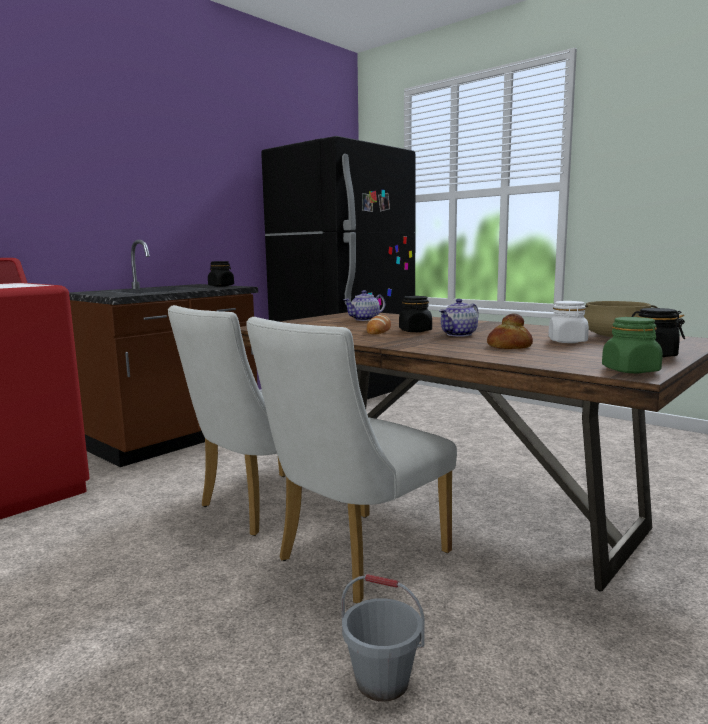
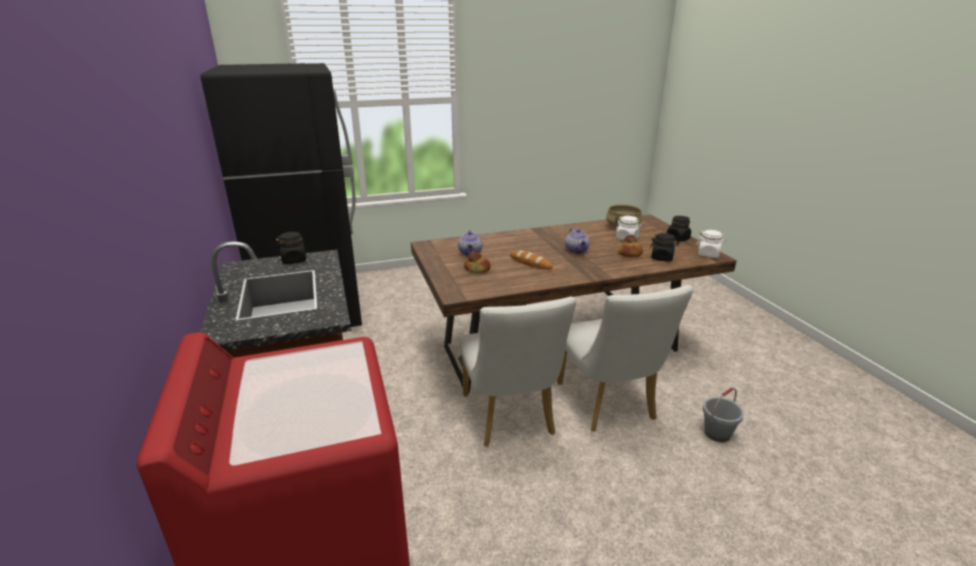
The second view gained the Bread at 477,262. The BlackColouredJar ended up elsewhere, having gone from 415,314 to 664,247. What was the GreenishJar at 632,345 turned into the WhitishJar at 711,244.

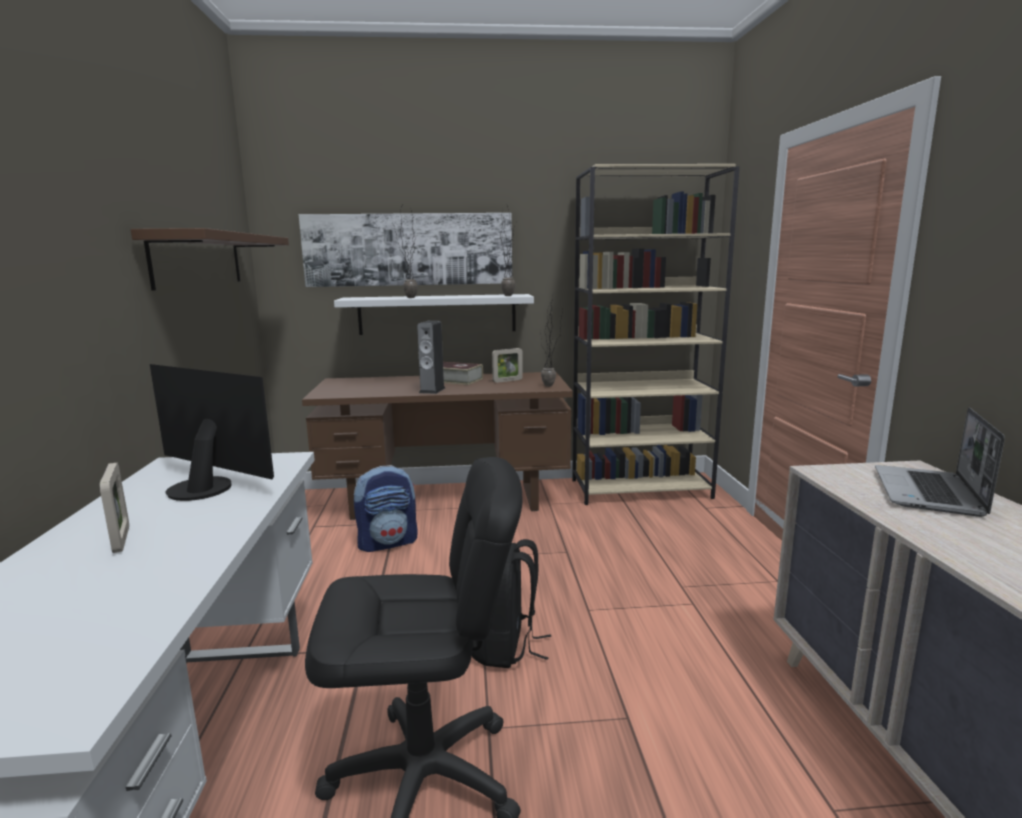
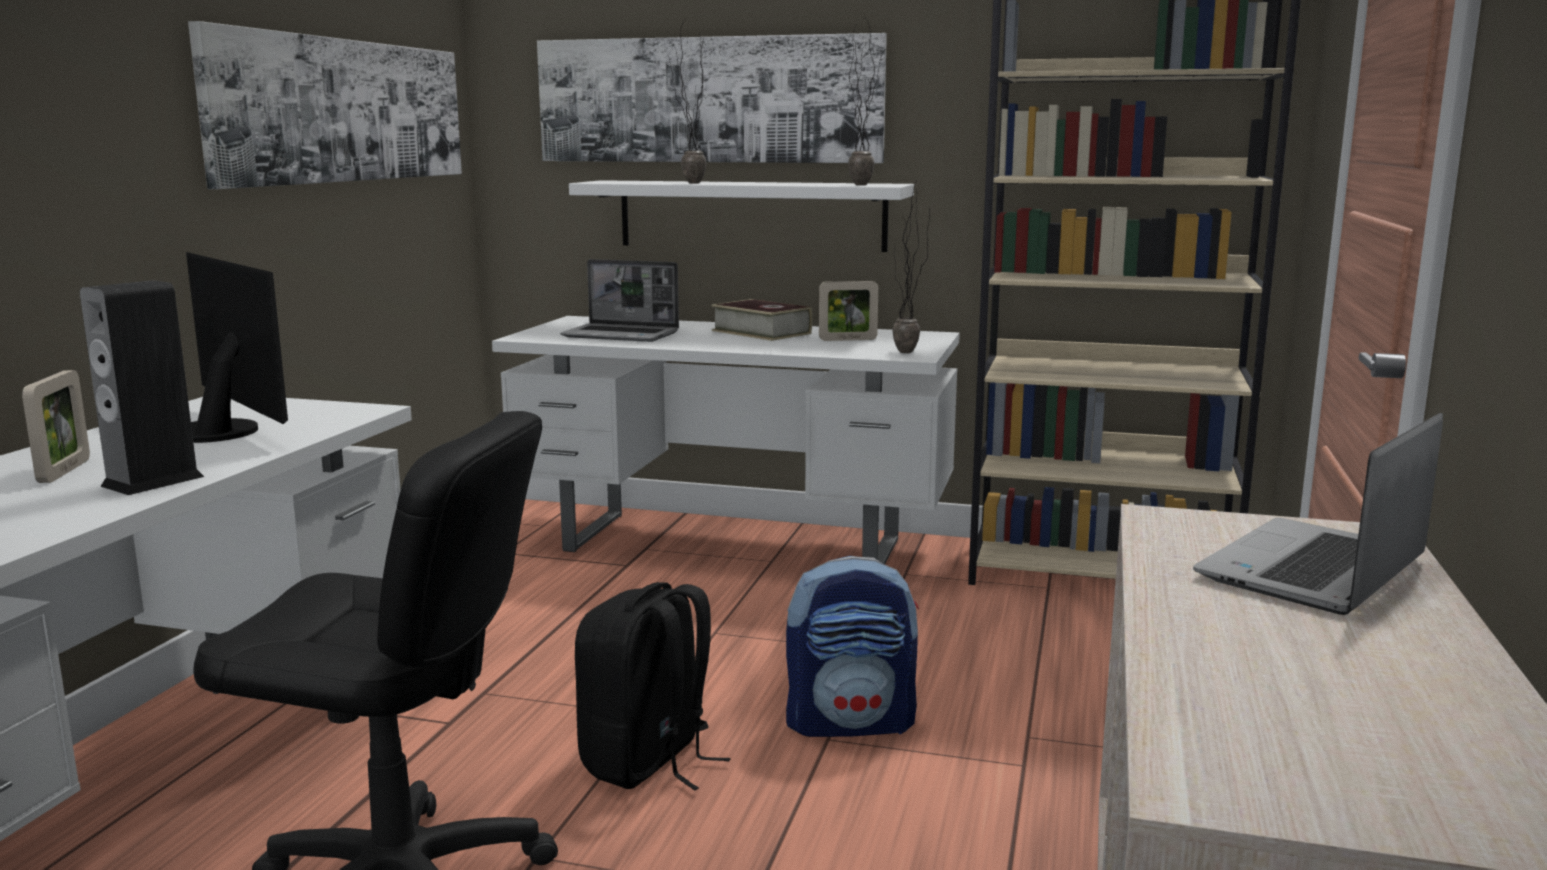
The Speaker ended up elsewhere, having gone from 431,357 to 142,387. Where the BrownColouredWallShelf hung at 210,259, the WallPicture came to hang at 325,105. What was the BrownColouredDeskTable at 437,446 turned into the WhitishDeskTable at 726,440. The second view gained the NotebookComputer at 619,300. The Knapsack ended up elsewhere, having gone from 386,508 to 852,646.

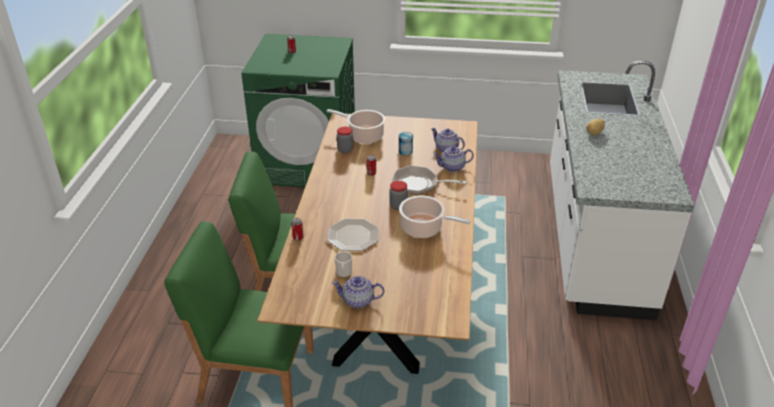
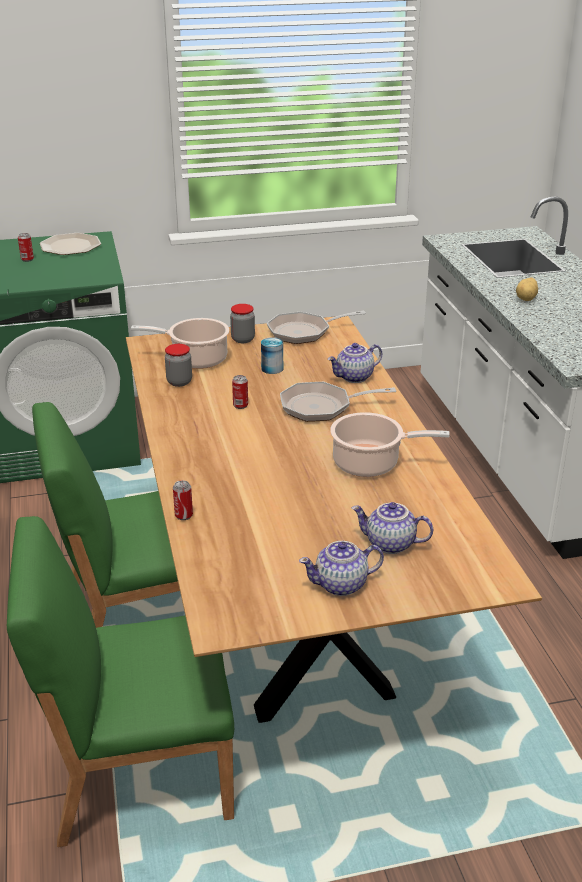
The DinnerPlate ended up elsewhere, having gone from 353,235 to 70,244. The Jar ended up elsewhere, having gone from 398,195 to 242,323. The second view gained the Pan at 316,327. The PotForTea ended up elsewhere, having gone from 448,140 to 392,528. The second view lost the TeaMug at 343,264.

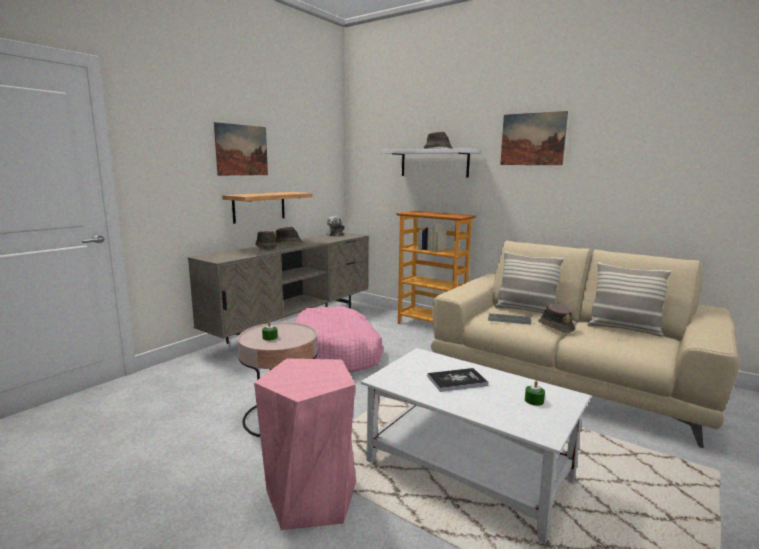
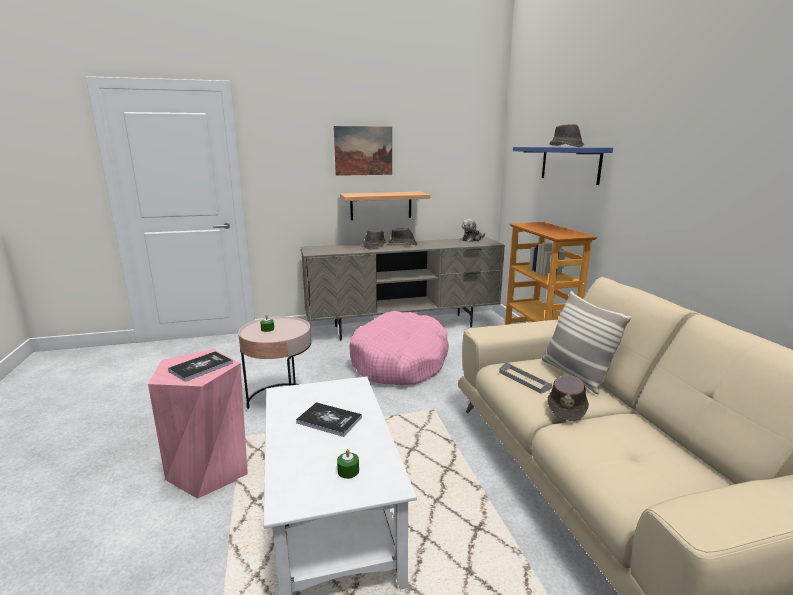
The second view gained the BoundBook at 200,366. What was the WhitishWallShelf at 430,162 turned into the BluishWallShelf at 563,166. The second view lost the WallPicture at 534,138. The second view lost the Pillow at 629,299.

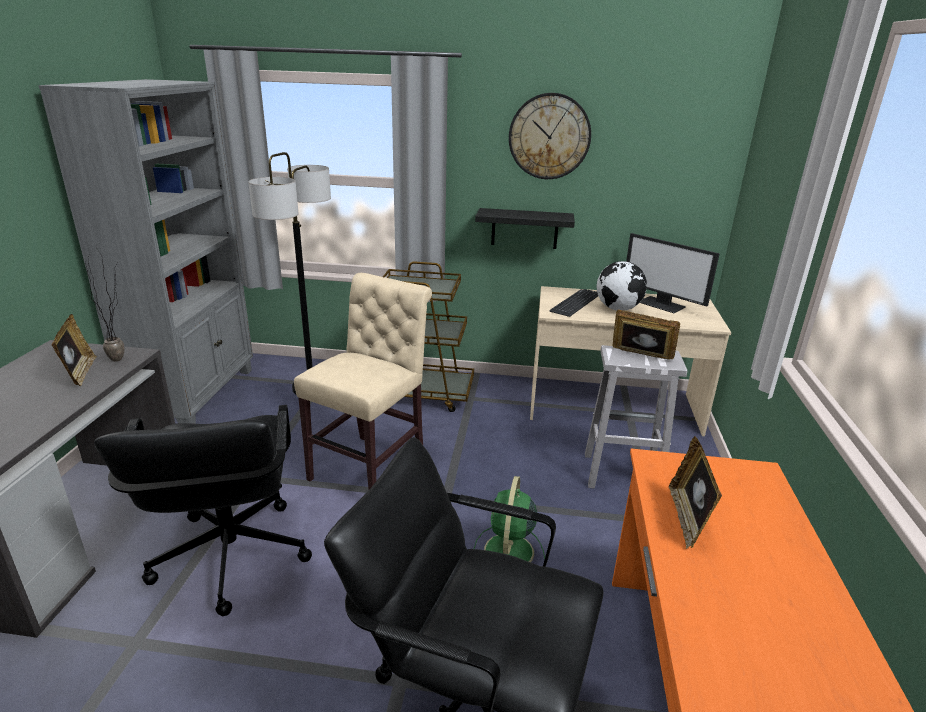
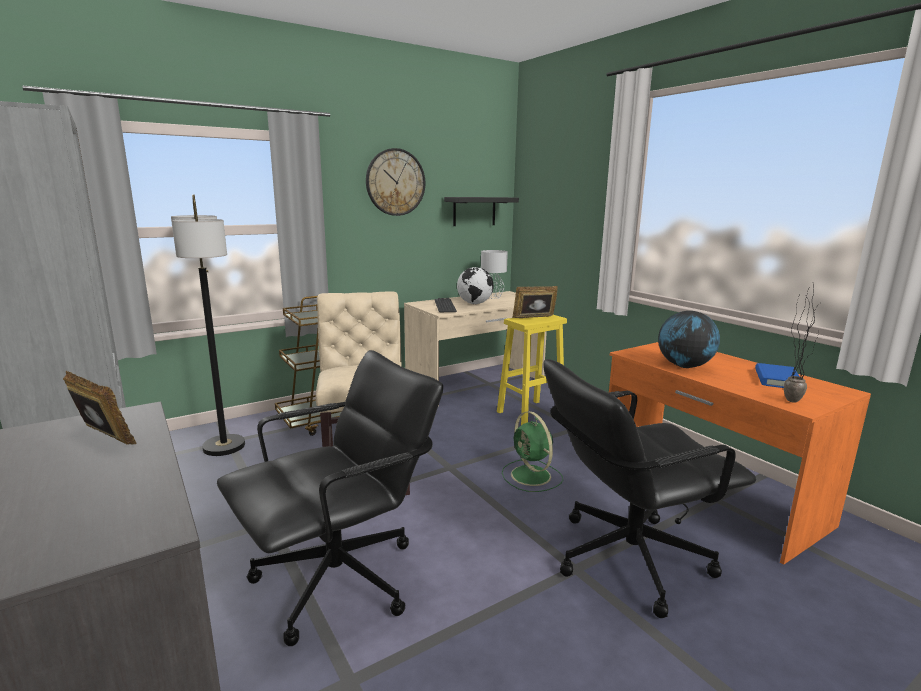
The BlackColouredDeskChair at 203,510 ended up facing another way, 75 degrees counterclockwise from before. The BlackColouredWallShelf ended up elsewhere, having gone from 525,228 to 481,211. Where the ComputerScreen stood at 673,273, the GrayTableLamp came to stand at 494,274. What was the WhitishStoolSeat at 636,416 turned into the YellowishStoolSeat at 532,370. Where the PictureFrame stood at 695,492, the DeskGlobe came to stand at 689,339. The second view gained the BluishBoundBook at 777,375. The PottedPlant ended up elsewhere, having gone from 105,305 to 801,343.

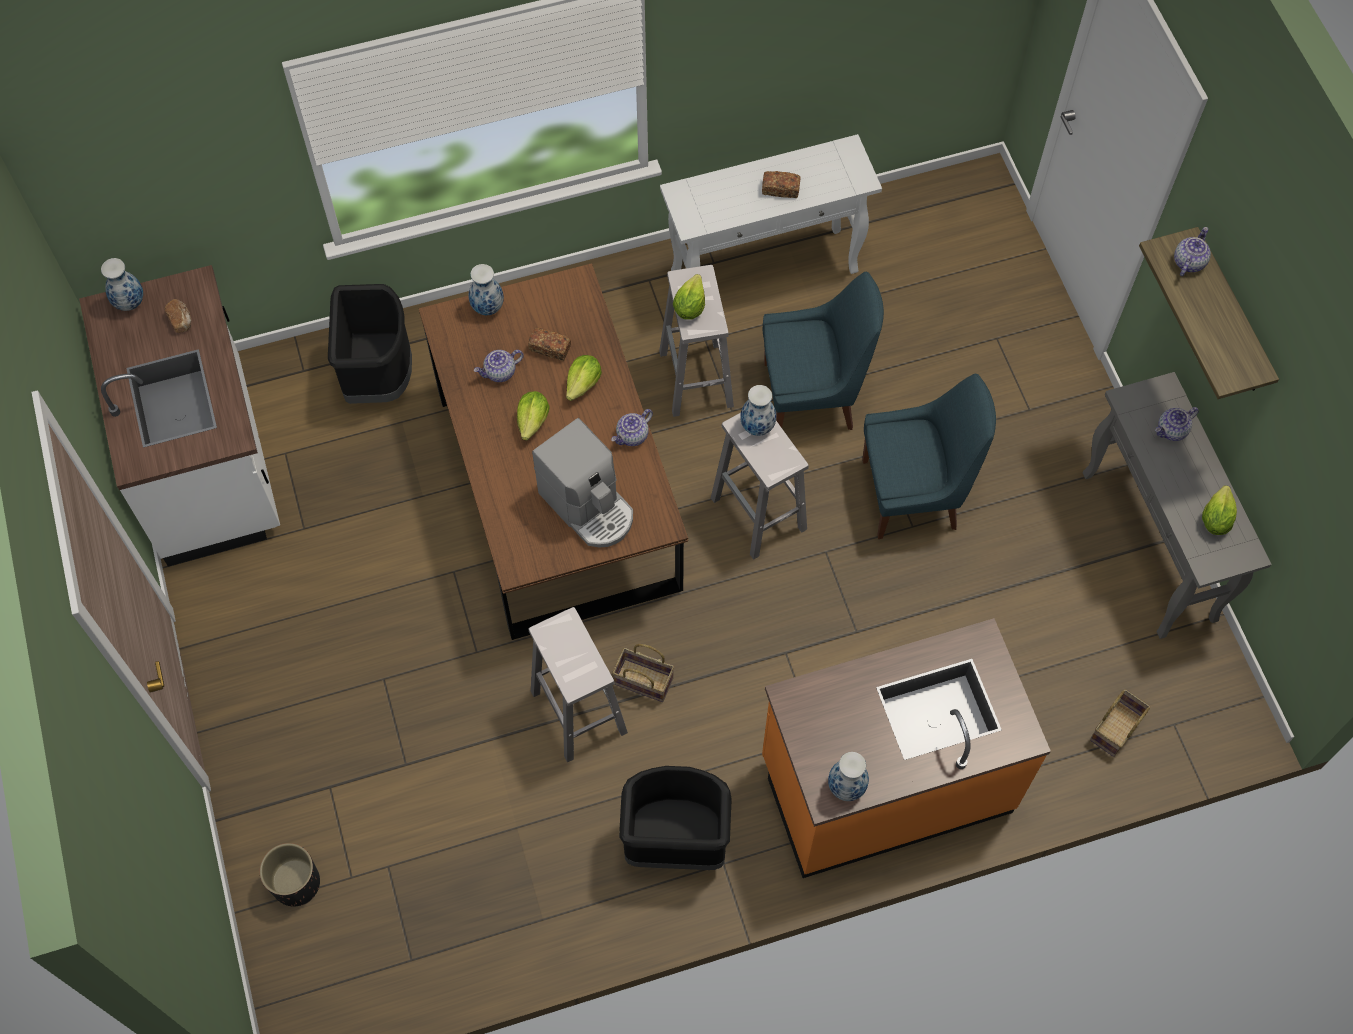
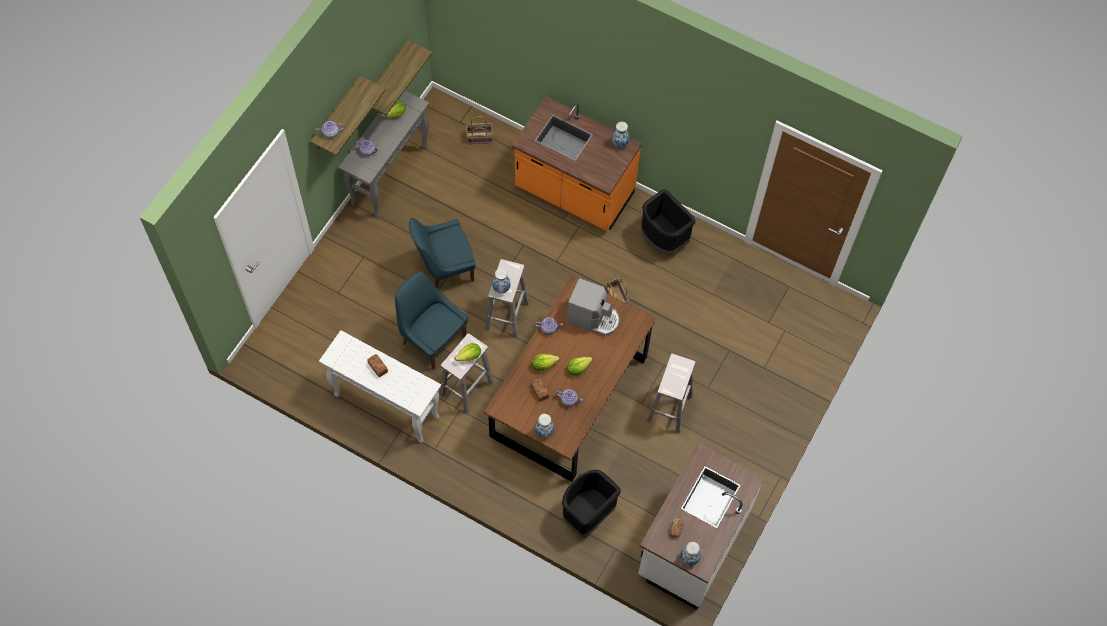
The second view gained the WallShelf at 402,78. The BluishChair at 929,456 ended up facing another way, 60 degrees counterclockwise from before. The CoffeeMachine at 582,483 ended up facing another way, 105 degrees clockwise from before. The WhitishStoolSeat ended up elsewhere, having gone from 578,685 to 671,393. The second view lost the BlackColouredPlantPot at 290,875.

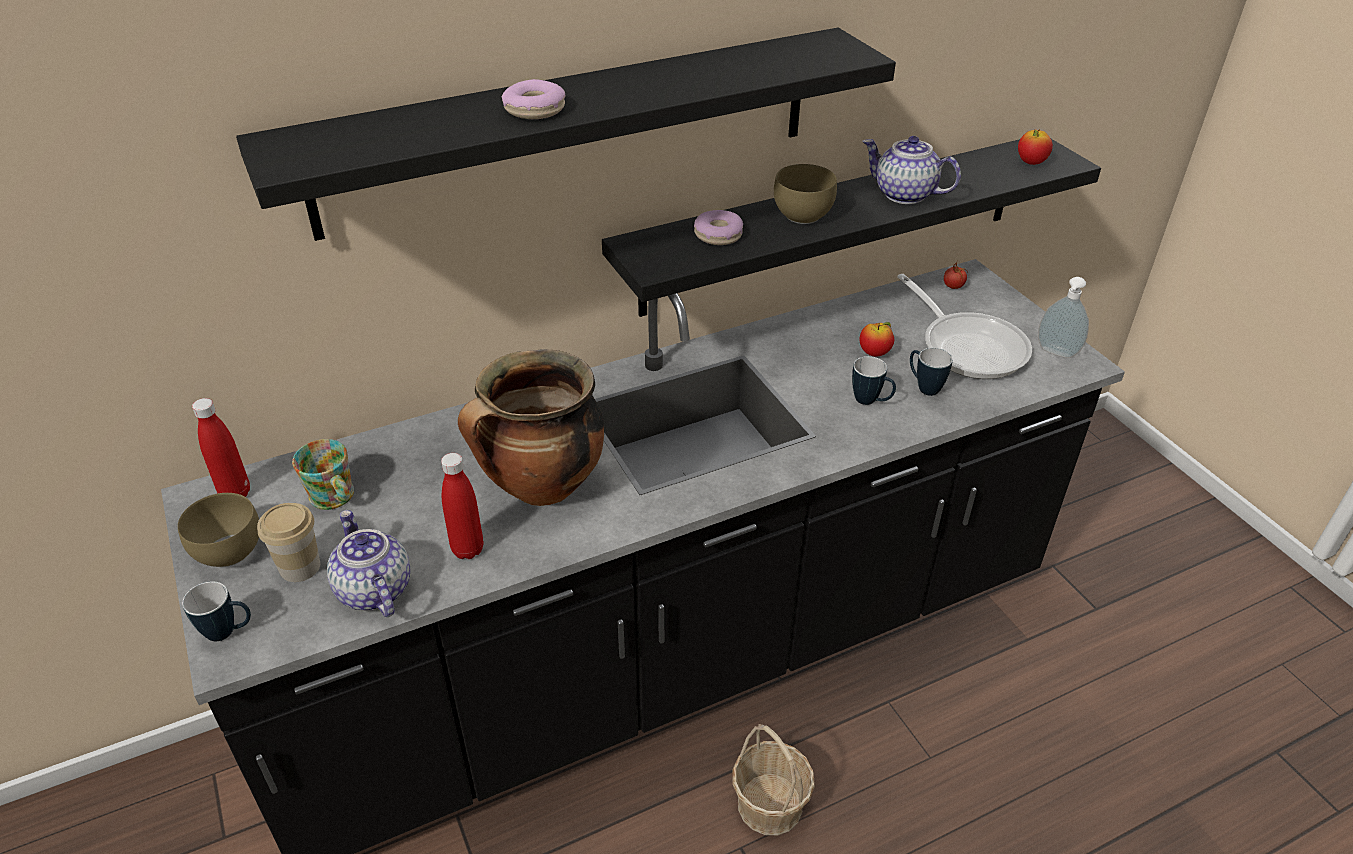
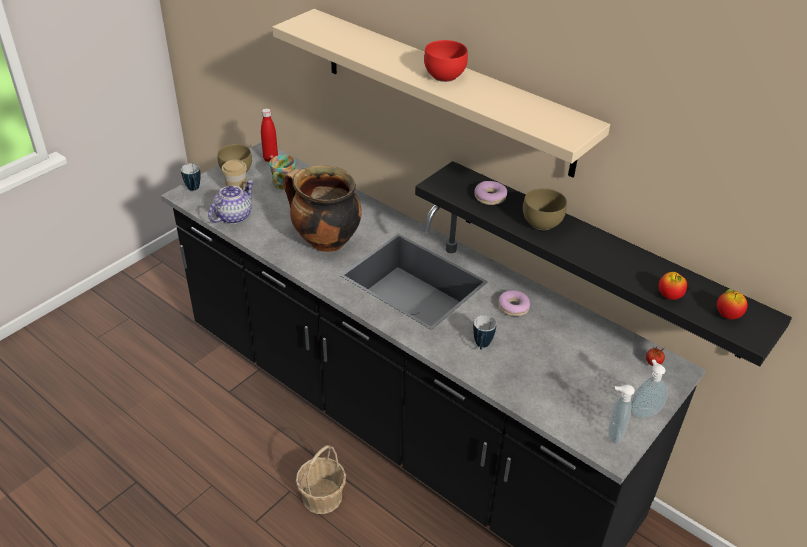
What was the BlackColouredWallShelf at 566,134 turned into the BeigeColouredWallShelf at 441,93. The second view gained the ReddishDeepDish at 446,61. The Donut ended up elsewhere, having gone from 533,99 to 514,303. The second view gained the SoapBottle at 649,388. The WholeApple ended up elsewhere, having gone from 877,339 to 673,286. The second view lost the ReddishDrinkBottle at 462,506. The second view lost the PotForTea at 912,170. The second view lost the Pan at 964,326. The second view lost the TeaMug at 931,372.

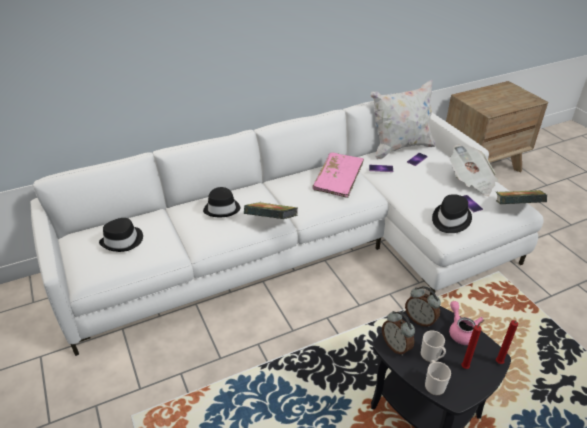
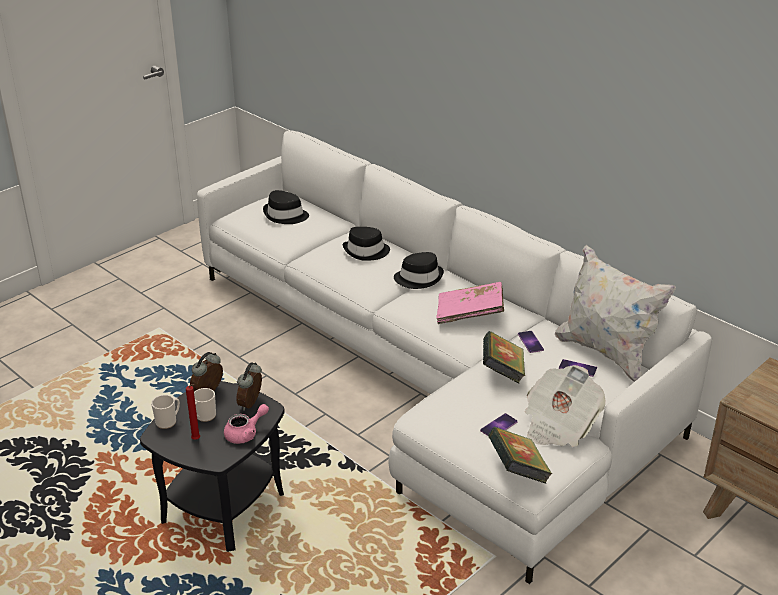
The BlackColouredWearableHat ended up elsewhere, having gone from 452,213 to 419,270. The BoundBook ended up elsewhere, having gone from 271,210 to 504,357. The second view lost the ReddishCandle at 507,342.

